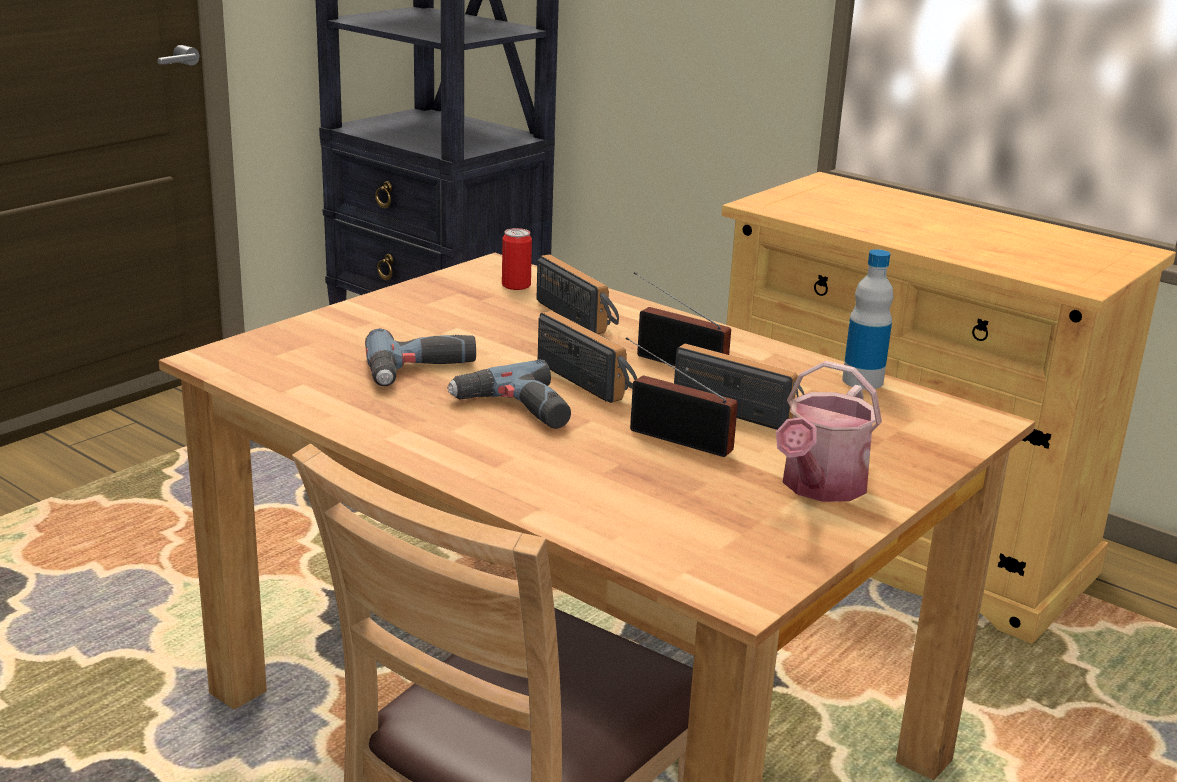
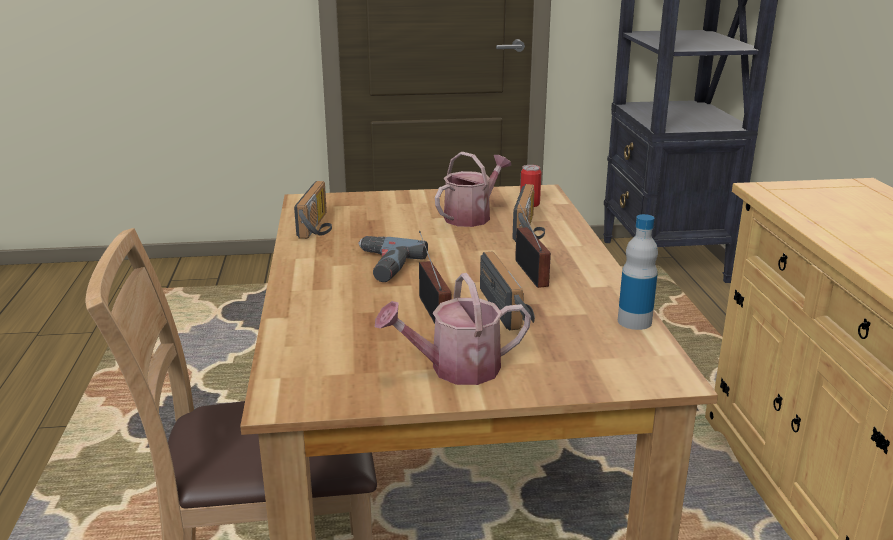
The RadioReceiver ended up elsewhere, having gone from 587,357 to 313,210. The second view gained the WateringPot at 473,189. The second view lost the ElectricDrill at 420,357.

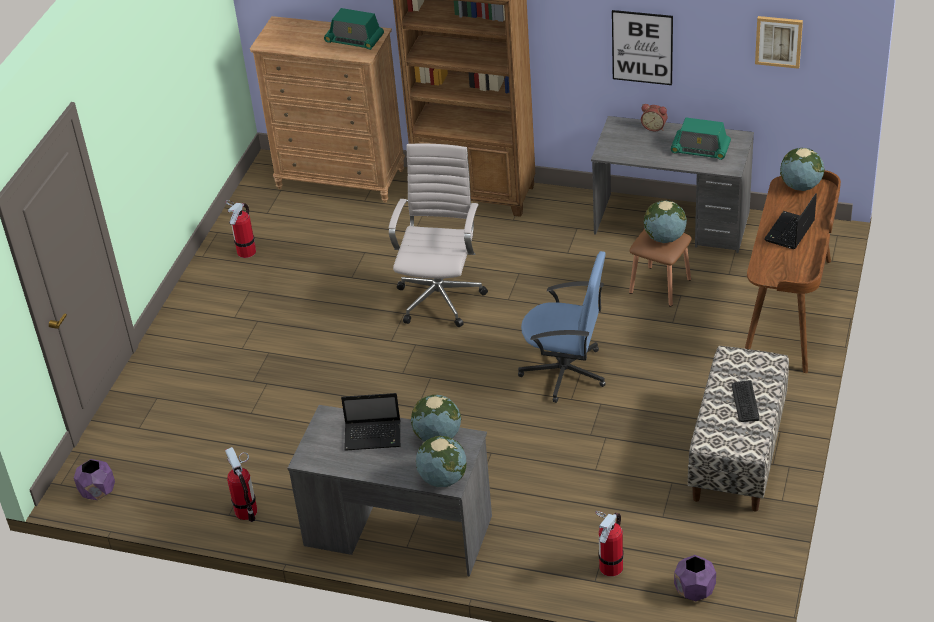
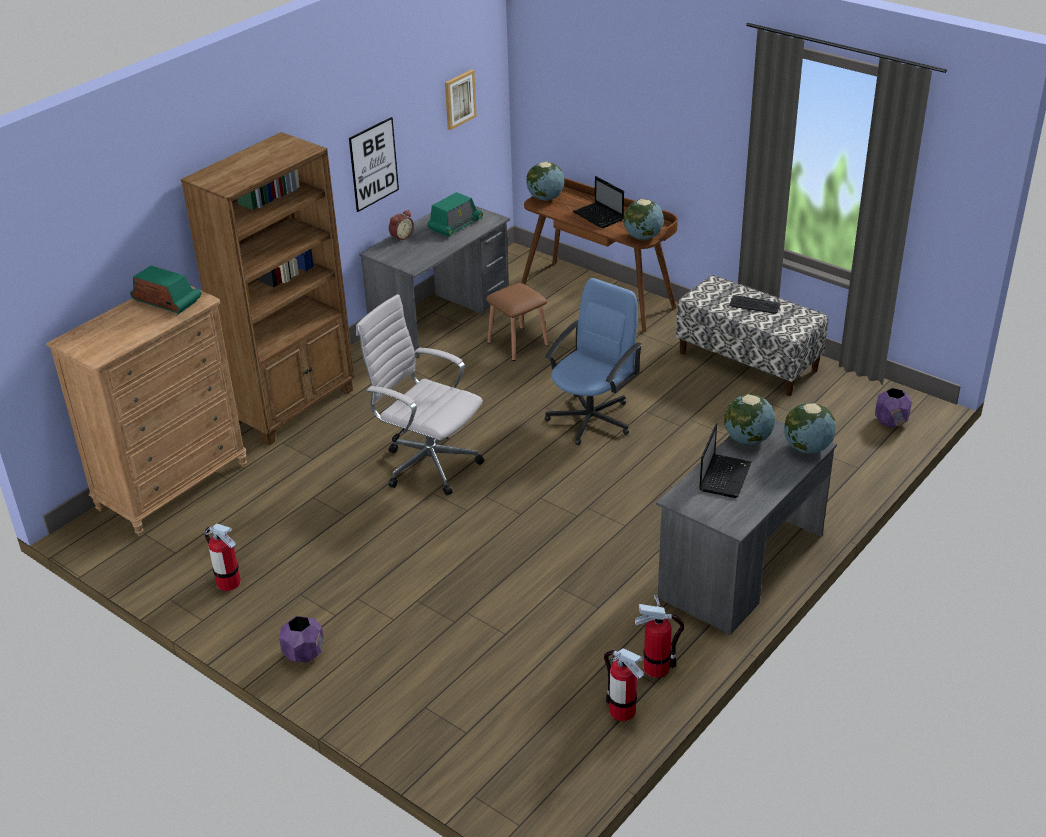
The RadioReceiver at 354,29 ended up facing another way, 105 degrees counterclockwise from before. The PurpleColouredPlantPot ended up elsewhere, having gone from 94,479 to 301,639. The FireExtinguisher ended up elsewhere, having gone from 609,543 to 624,684. The DeskGlobe ended up elsewhere, having gone from 665,222 to 643,219.

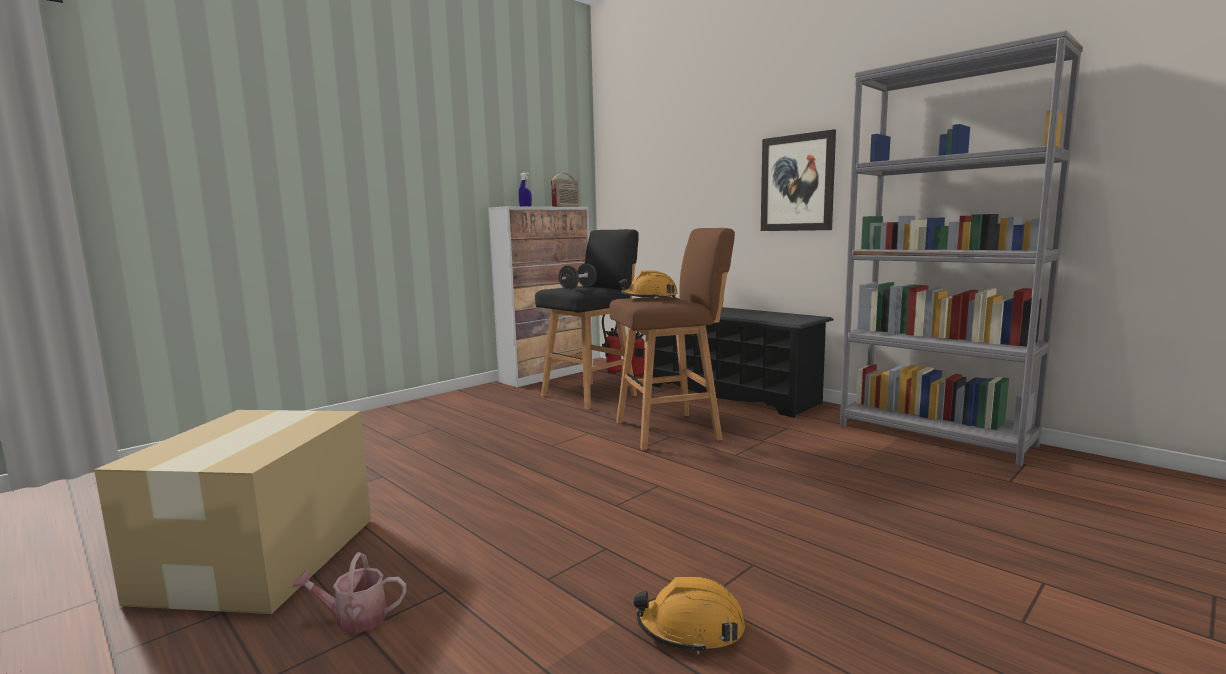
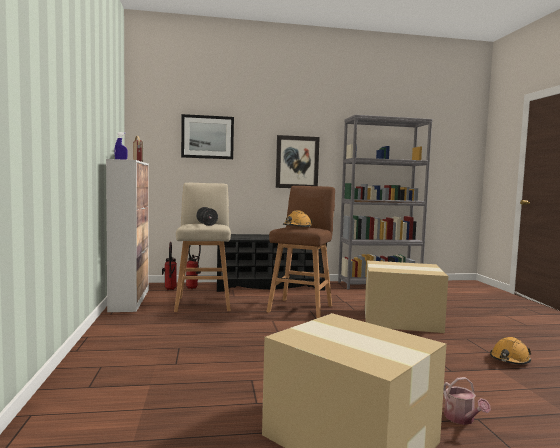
What was the BlackColouredStoolSeat at 587,319 turned into the BeigeColouredStoolSeat at 202,247. The second view gained the WallPicture at 207,136. The second view gained the Carton at 406,296. The WateringPot at 349,593 ended up facing another way, 45 degrees counterclockwise from before.

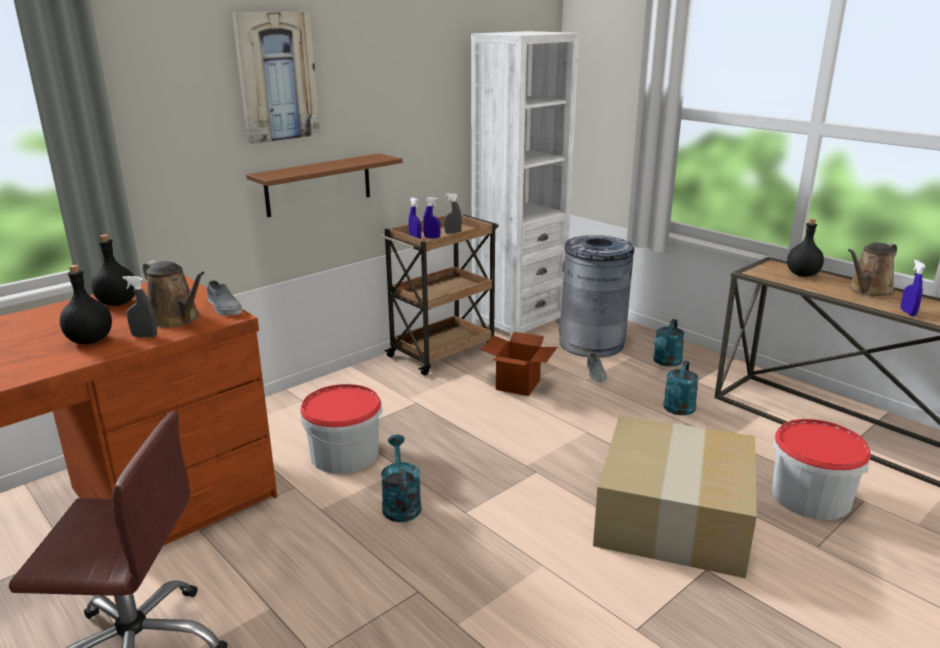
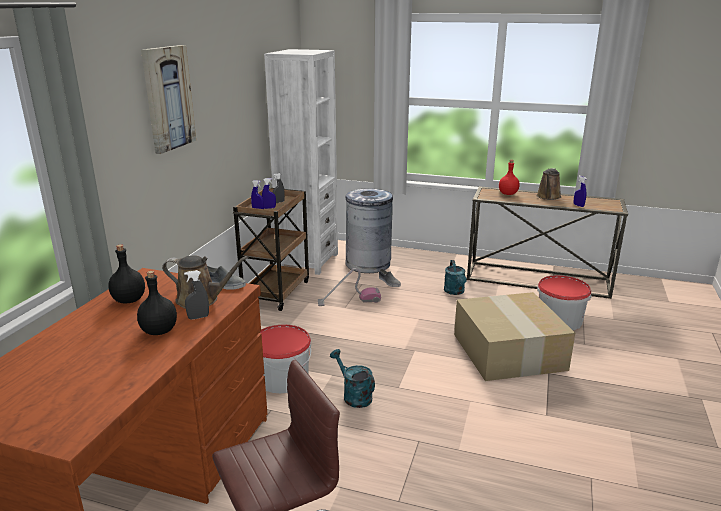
Where the Carton stood at 519,364, the Vacuum came to stand at 349,287. What was the BlackColouredDrinkBottle at 805,248 turned into the ReddishDrinkBottle at 509,177. The second view lost the BrownColouredWallShelf at 324,185. The second view lost the TurquoiseColouredWateringPot at 669,343.

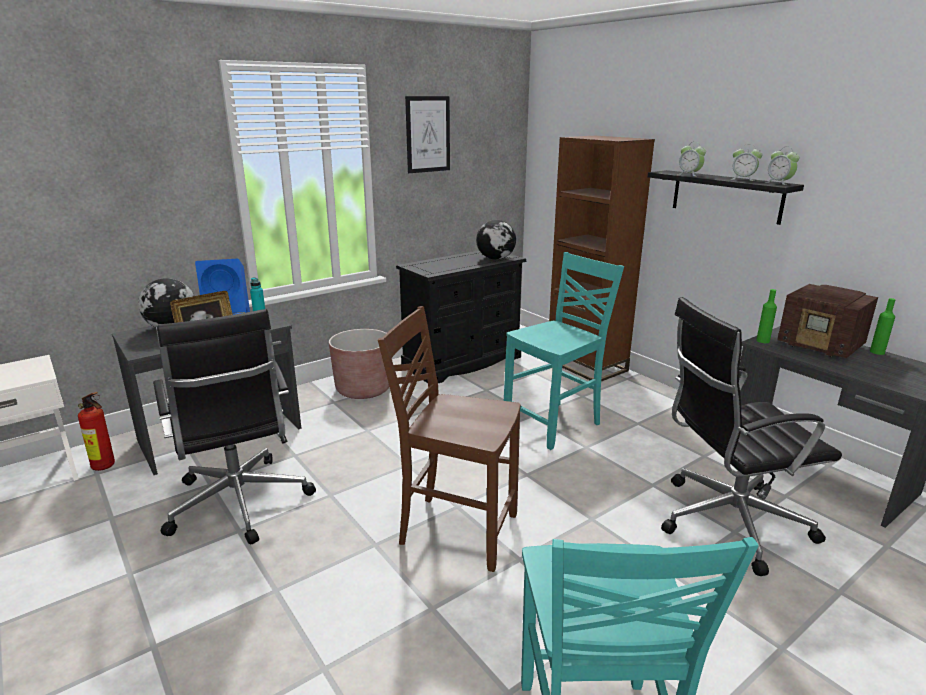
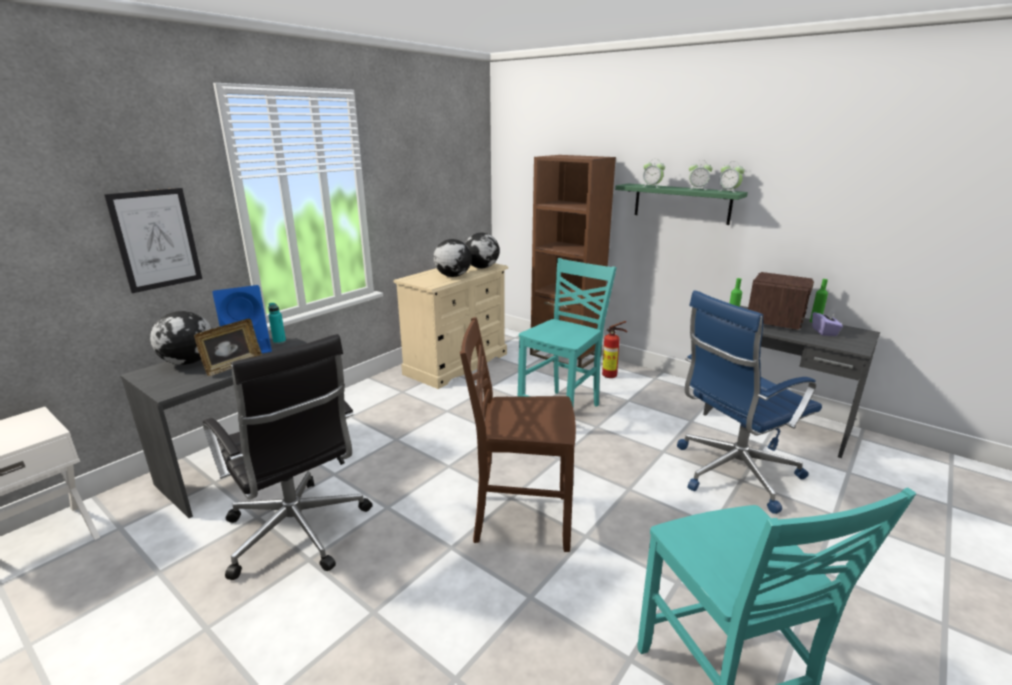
The WallPicture ended up elsewhere, having gone from 427,134 to 153,240. What was the BlackColouredDresser at 461,317 turned into the BeigeColouredDresser at 451,326. The second view gained the DeskGlobe at 452,258. The FireExtinguisher ended up elsewhere, having gone from 96,431 to 614,349. What was the BlackColouredWallShelf at 726,197 turned into the GreenishWallShelf at 681,204. What was the BlackColouredDeskChair at 751,436 turned into the BluishDeskChair at 749,402. The RadioReceiver at 827,321 ended up facing another way, 90 degrees counterclockwise from before. The second view gained the PurpleColouredBoxOfTissues at 827,322. The second view lost the BrownColouredPlantPot at 359,364.

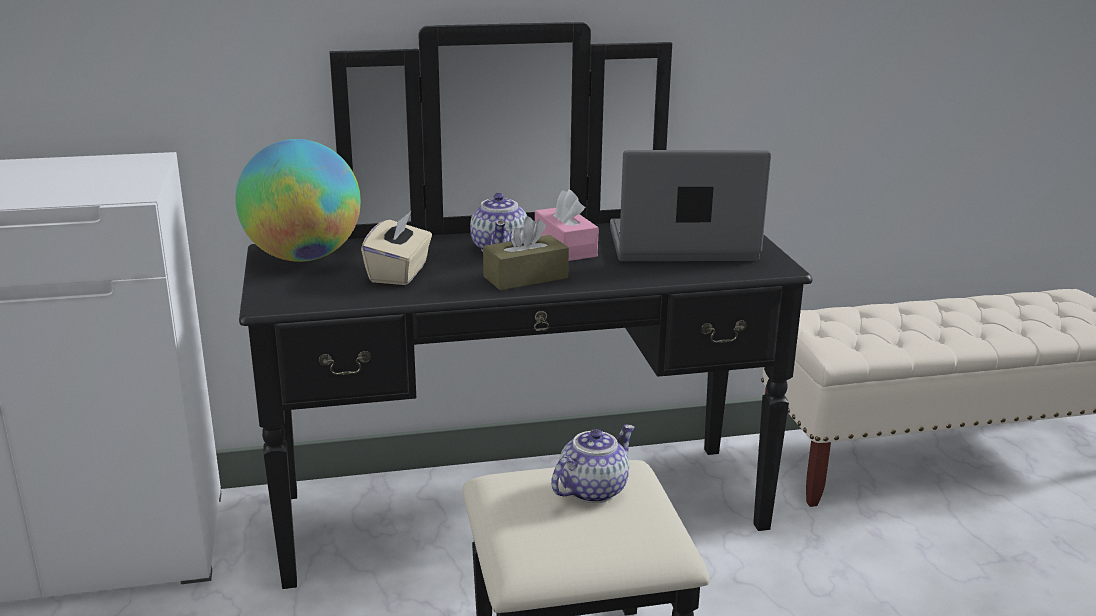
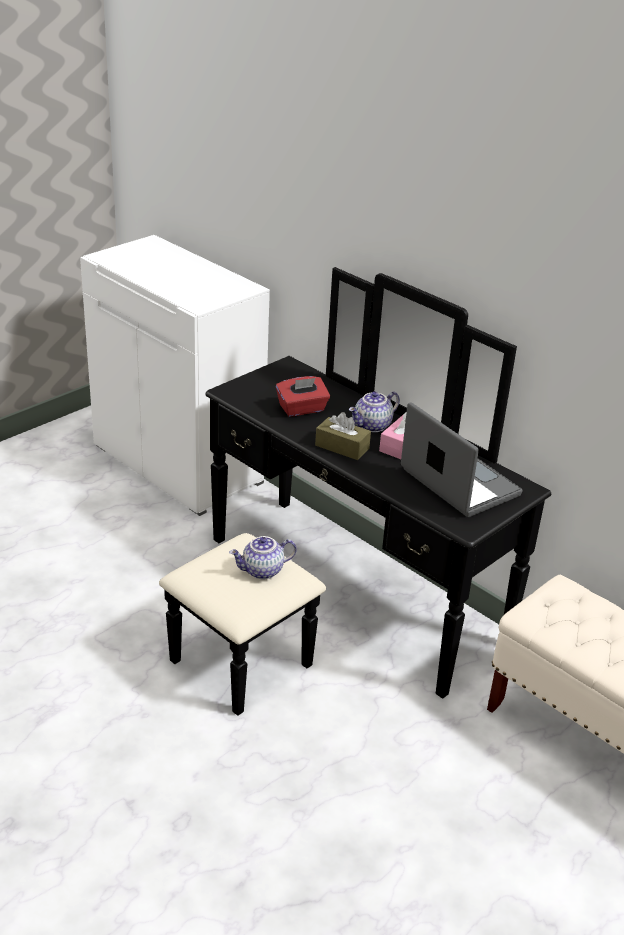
The PotForTea at 593,464 ended up facing another way, 150 degrees clockwise from before. What was the BeigeColouredBoxOfTissues at 396,248 turned into the ReddishBoxOfTissues at 303,396. The second view lost the DeskGlobe at 298,200.

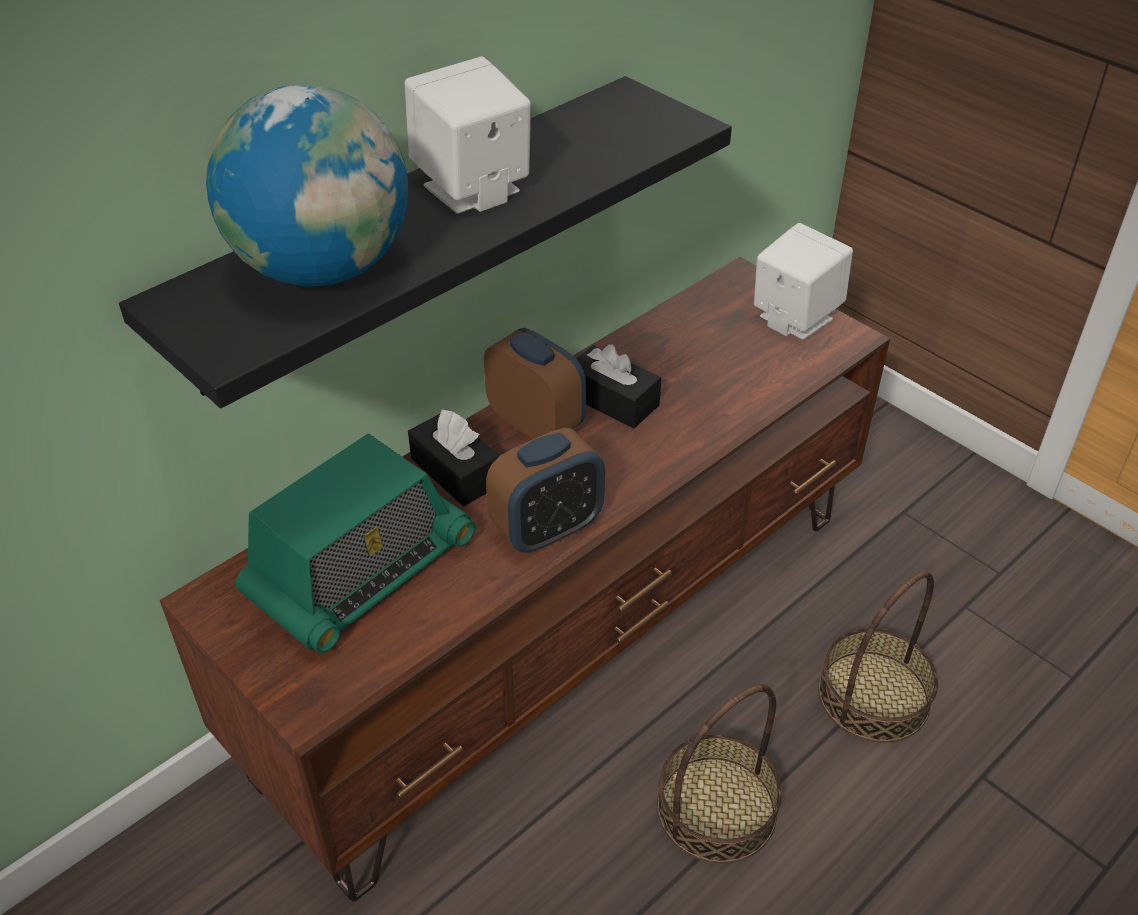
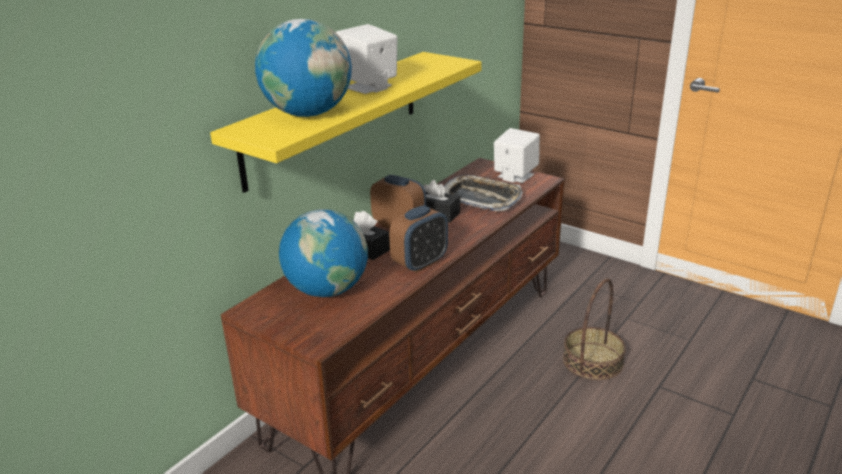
What was the BlackColouredWallShelf at 425,242 turned into the YellowishWallShelf at 346,122. Where the RadioReceiver stood at 355,543, the DeskGlobe came to stand at 323,253. The second view gained the Tray at 483,193. The second view lost the Basket at 719,774.

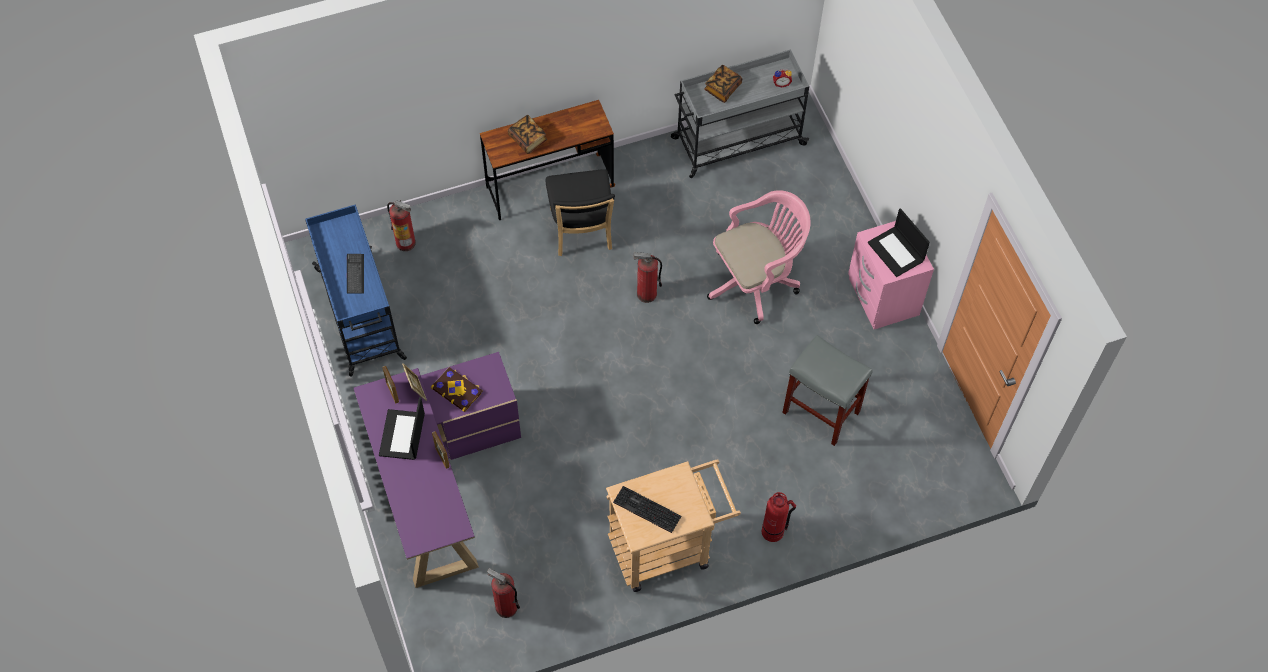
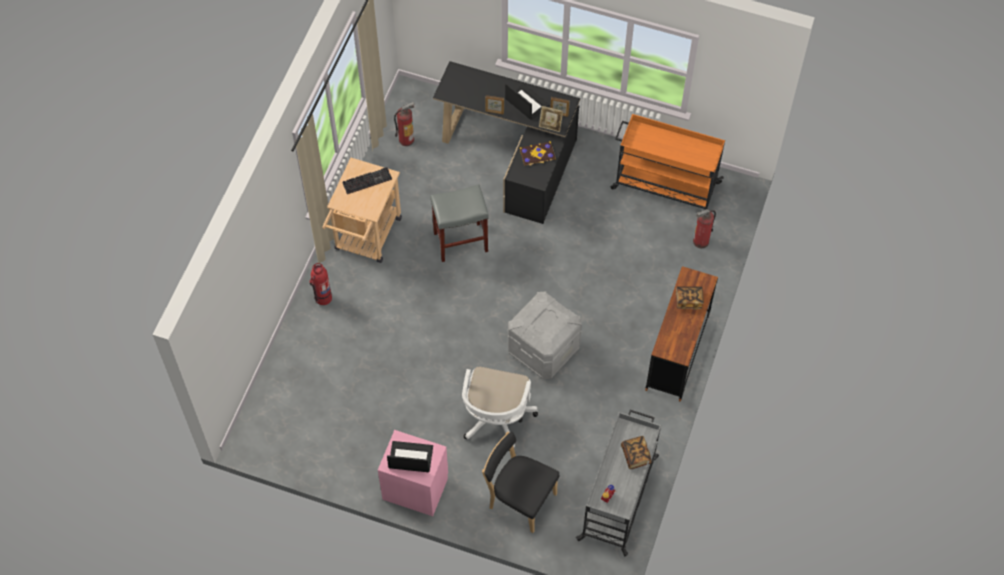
The GrayStoolSeat ended up elsewhere, having gone from 827,390 to 459,223. What was the PurpleColouredDeskTable at 437,470 turned into the BlackColouredDeskTable at 506,142. What was the PinkishDeskChair at 759,257 turned into the WhitishDeskChair at 500,409. The BlackColouredChair ended up elsewhere, having gone from 580,212 to 521,482. Where the FireExtinguisher stood at 648,277, the GrayStorageBin came to stand at 545,335. What was the BluishCart at 356,290 turned into the OrangeCart at 668,162. The second view lost the ComputerKeyboard at 355,274.

